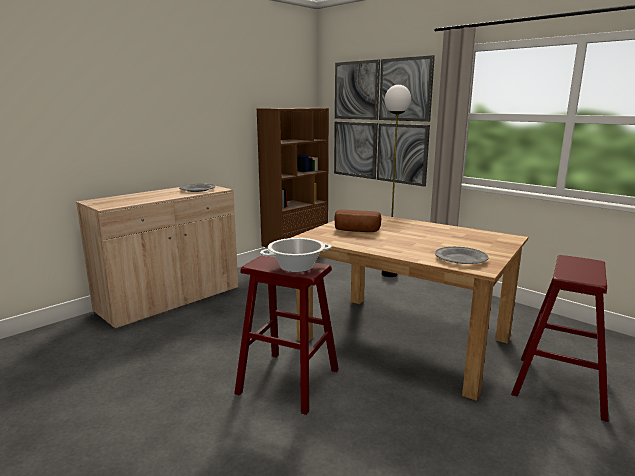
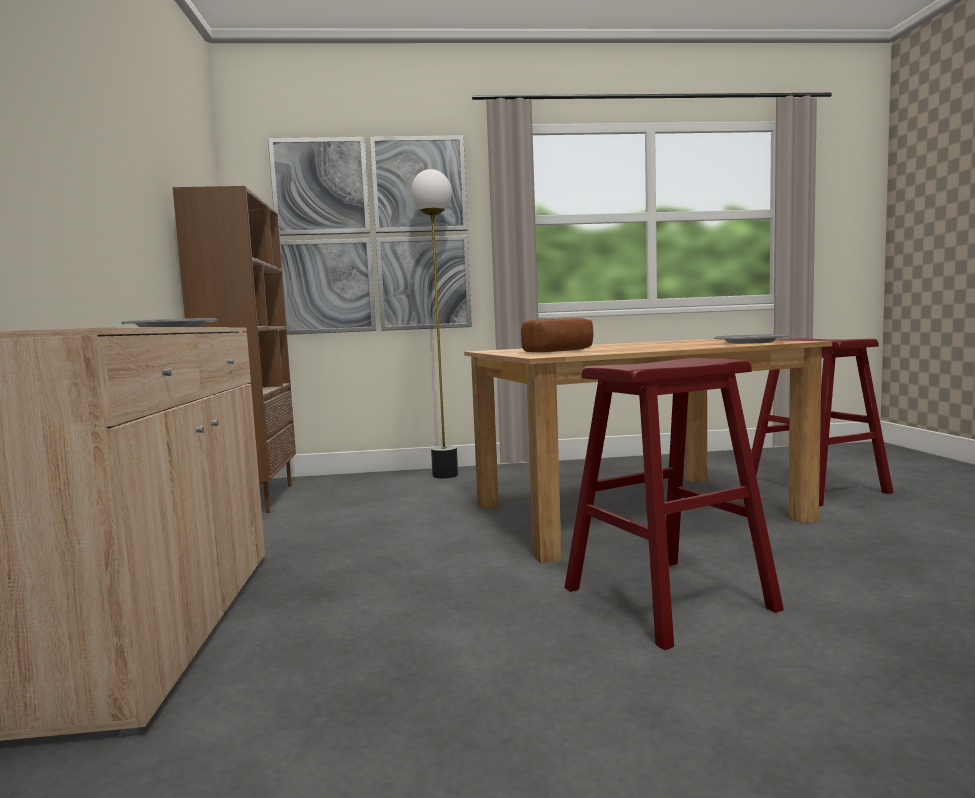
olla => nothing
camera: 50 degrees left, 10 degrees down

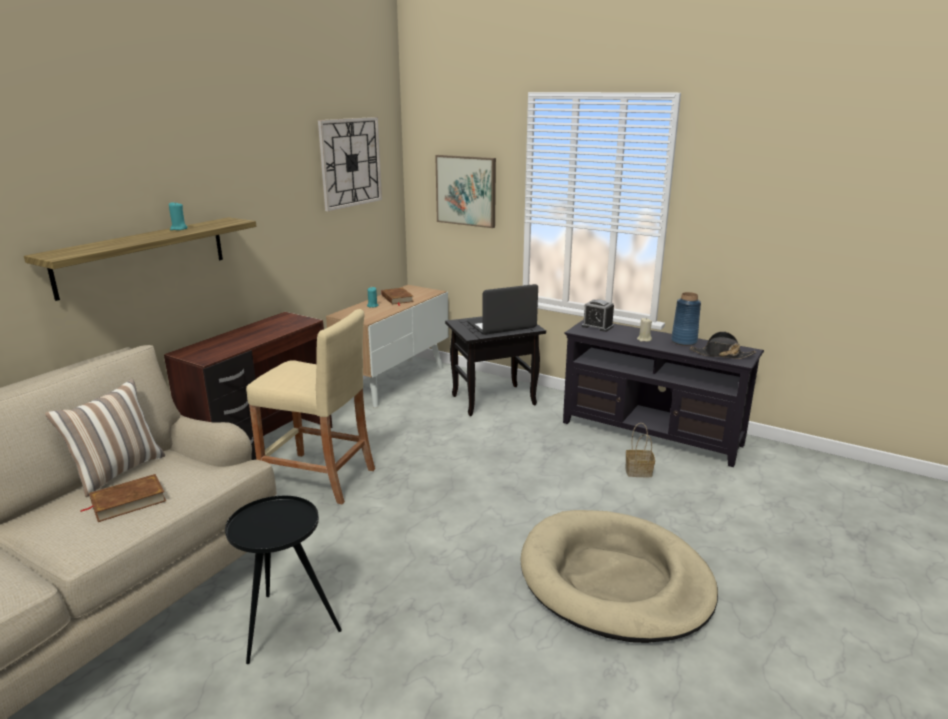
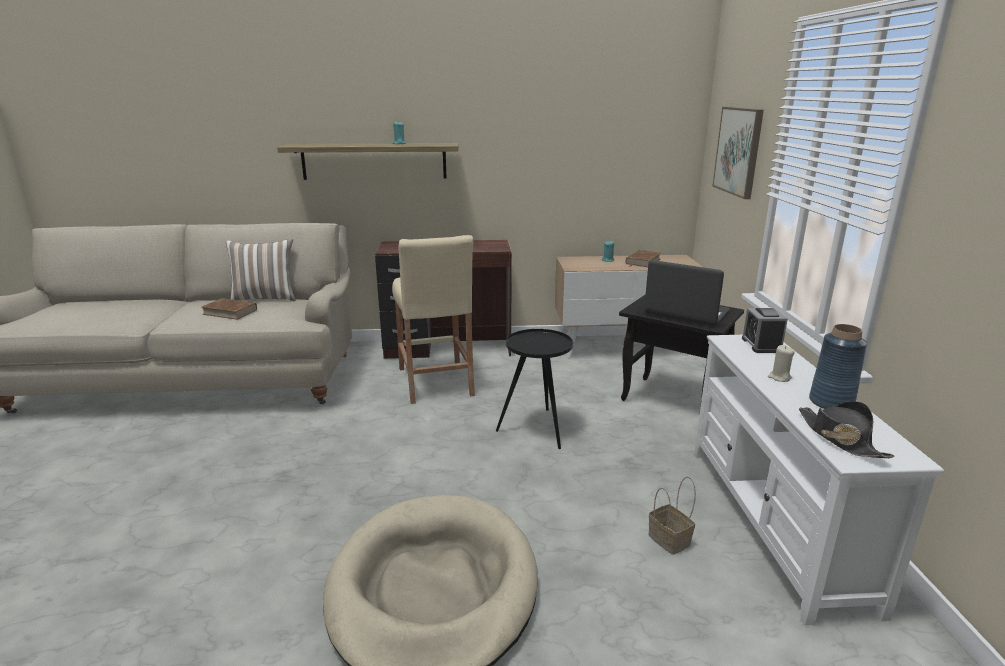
mesa auxiliar [negro] (no. 1 from left), relocated
reloj de pared => nothing
mueble de televisión [negro] => mueble de televisión [blanco]
camera: 55 degrees right, 0 degrees up

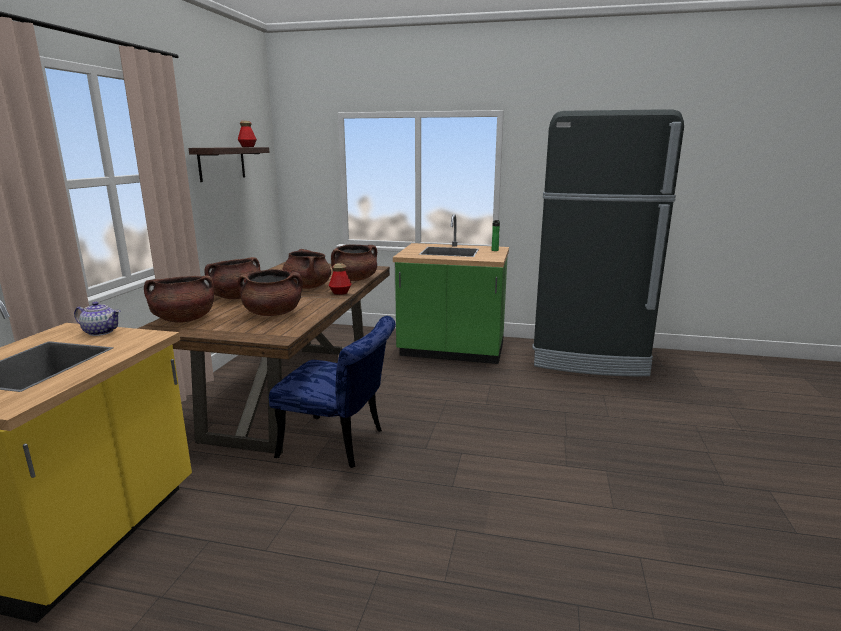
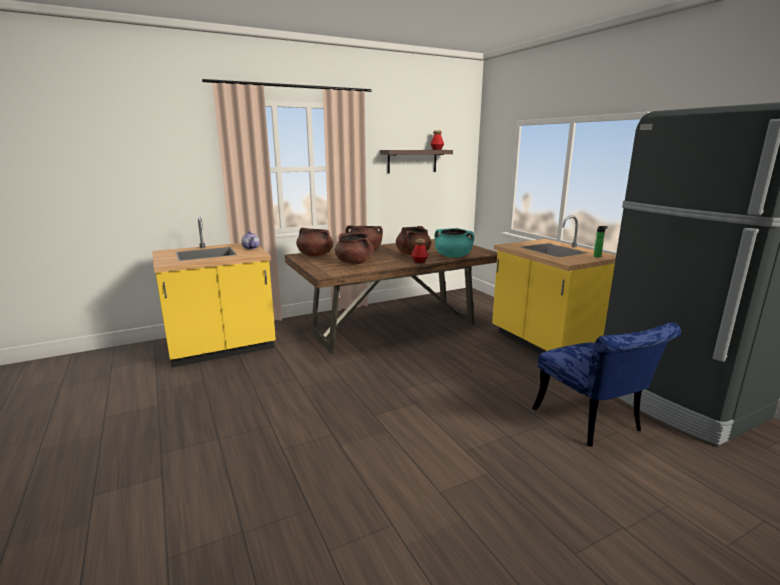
silla [azul], relocated
olla [marrón] (no. 5 from left) => olla [turquesa]
mueble bajo de cocina [verde] => mueble bajo de cocina [amarillo] (no. 2 from left)
camera: 50 degrees right, 0 degrees up

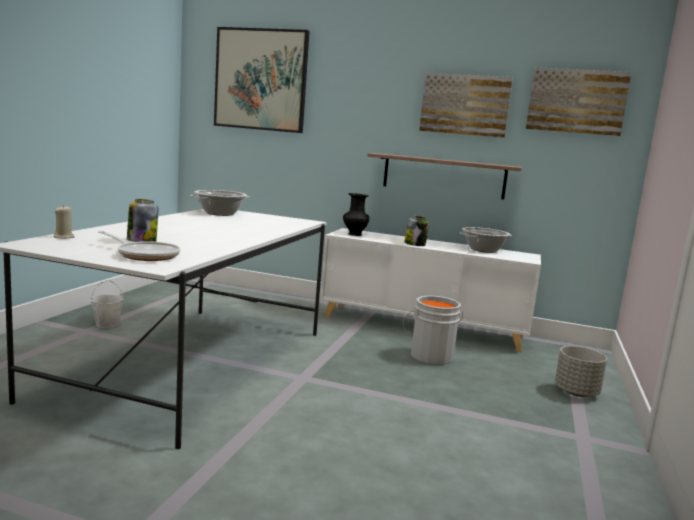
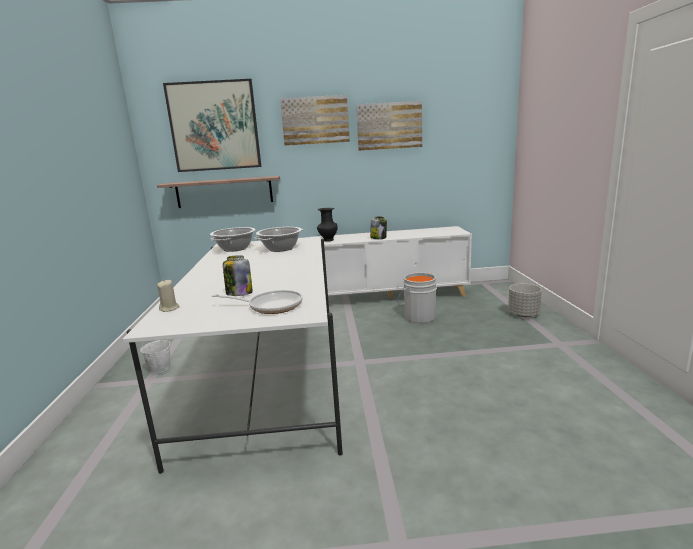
estante, relocated
olla (no. 2 from left), relocated
cuadro (no. 3 from left in the first image) => cuadro (no. 2 from left), relocated
camera: 20 degrees left, 5 degrees up

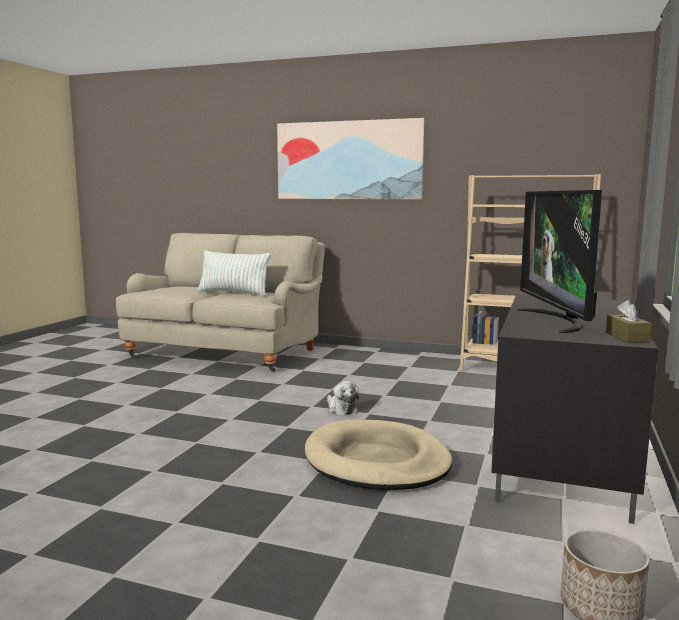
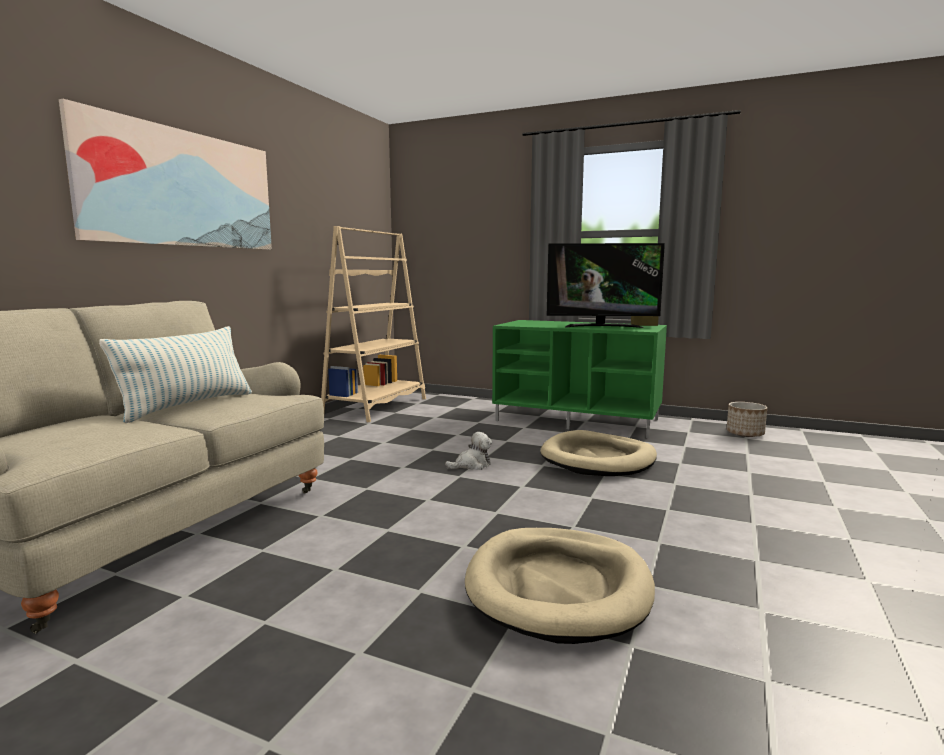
mueble de televisión [negro] => mueble de televisión [verde]
nothing => cama para perro [beis] (no. 1 from left)
camera: 85 degrees left, 0 degrees up

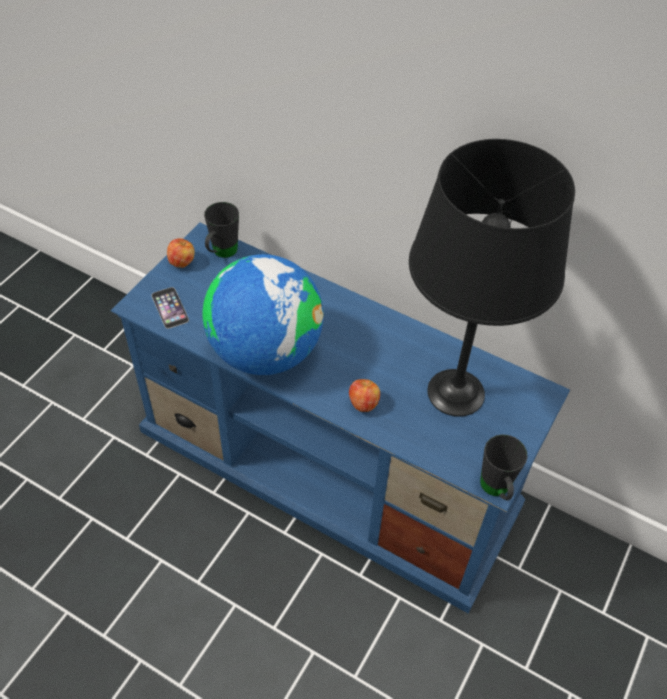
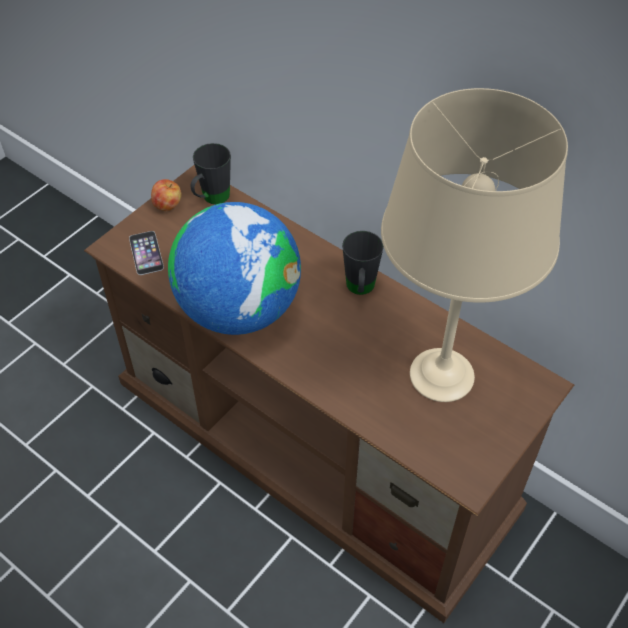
mueble de televisión [azul] => mueble de televisión [marrón]
manzana (no. 2 from left) => nothing
lámpara de mesa [negro] => lámpara de mesa [beis]
taza grande [negro] (no. 2 from left), relocated
camera: 10 degrees right, 0 degrees up

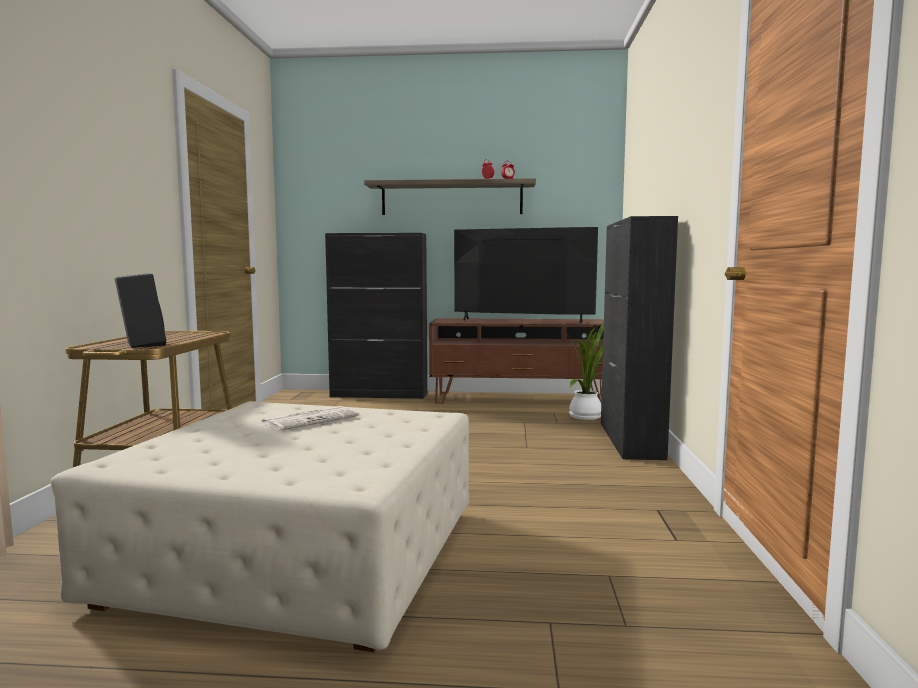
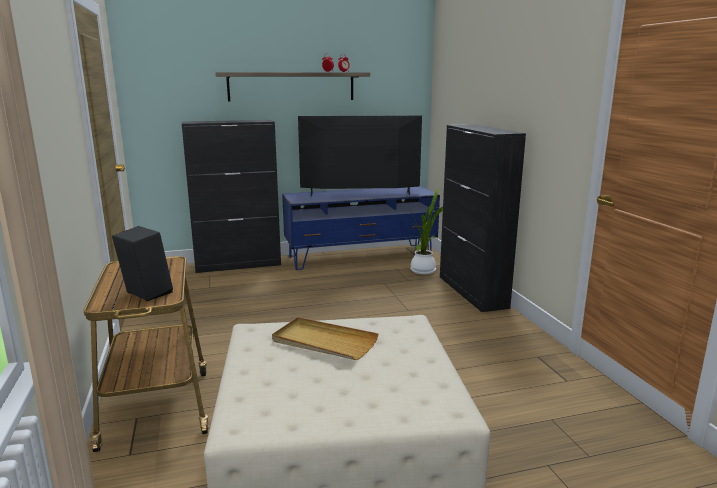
periódico => bandeja [beis]
mueble de televisión [marrón] => mueble de televisión [azul]
camera: 20 degrees left, 10 degrees up

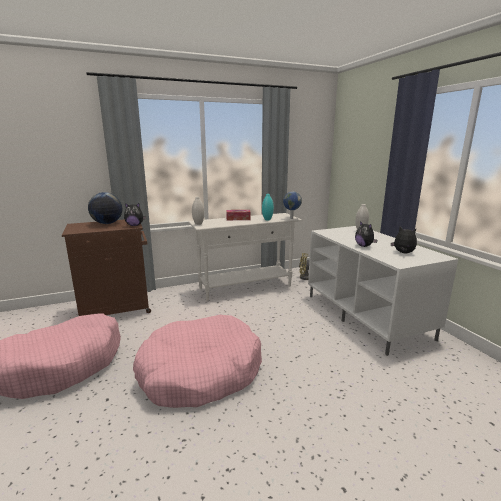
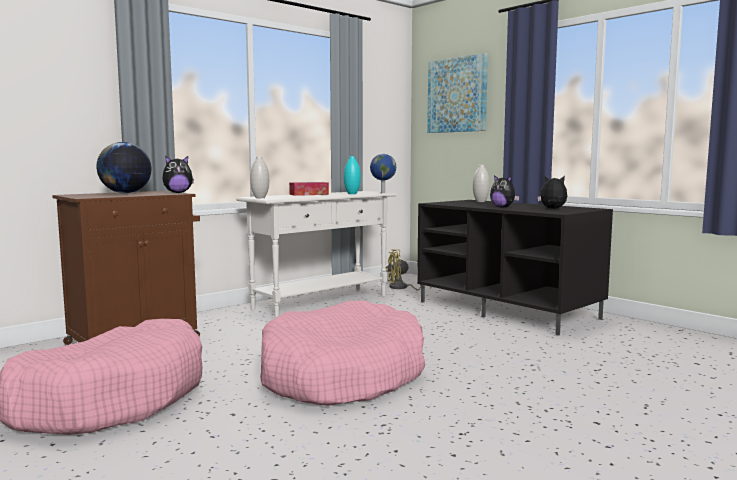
mueble de televisión [blanco] => mueble de televisión [negro]
nothing => cuadro
camera: 20 degrees left, 10 degrees down

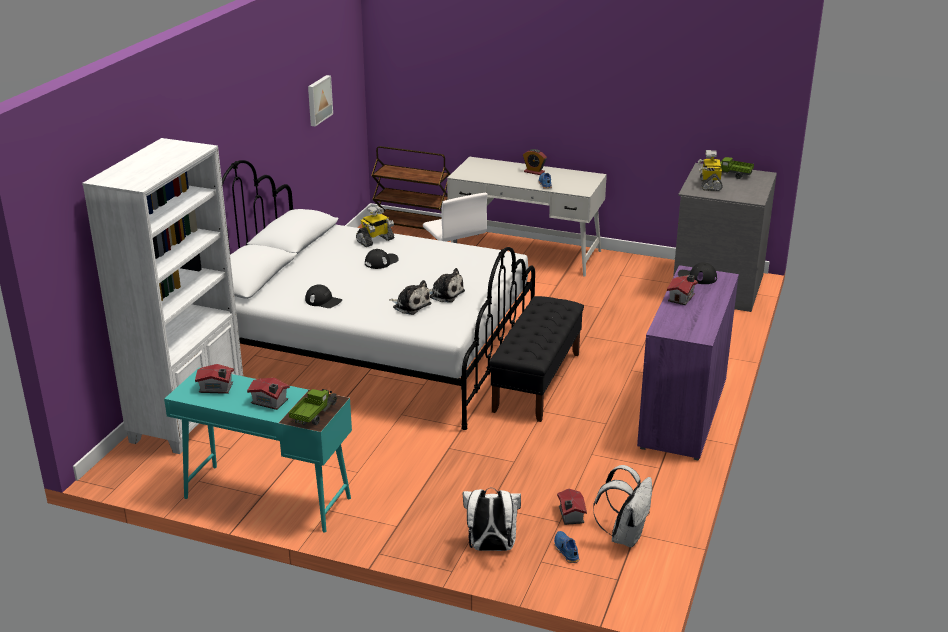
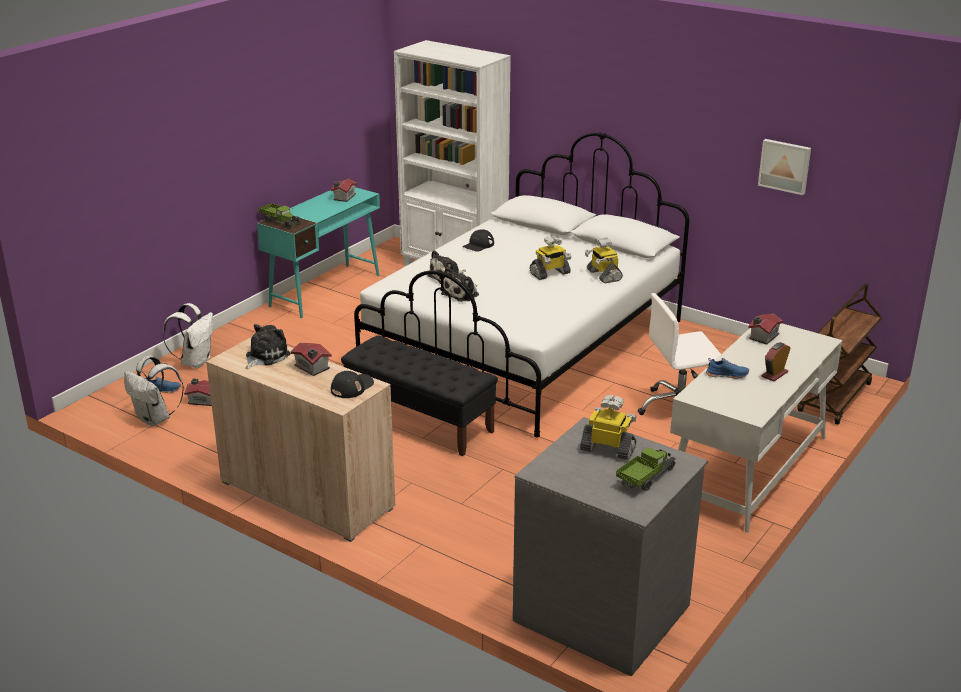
casita (no. 2 from left in the first image) => casita (no. 4 from left), relocated
gorra [negro] (no. 2 from left) => robot de juguete (no. 1 from left)
armario [morado] => armario [beis]
nothing => peluche (no. 1 from left)
camera: 105 degrees right, 0 degrees up

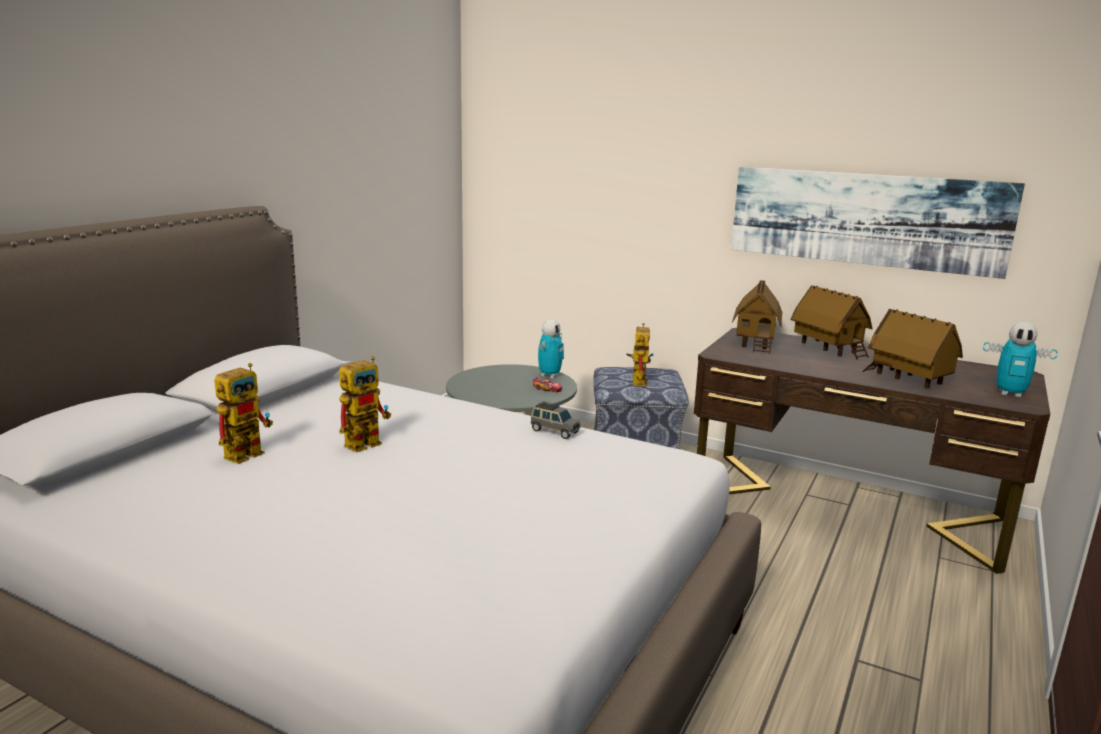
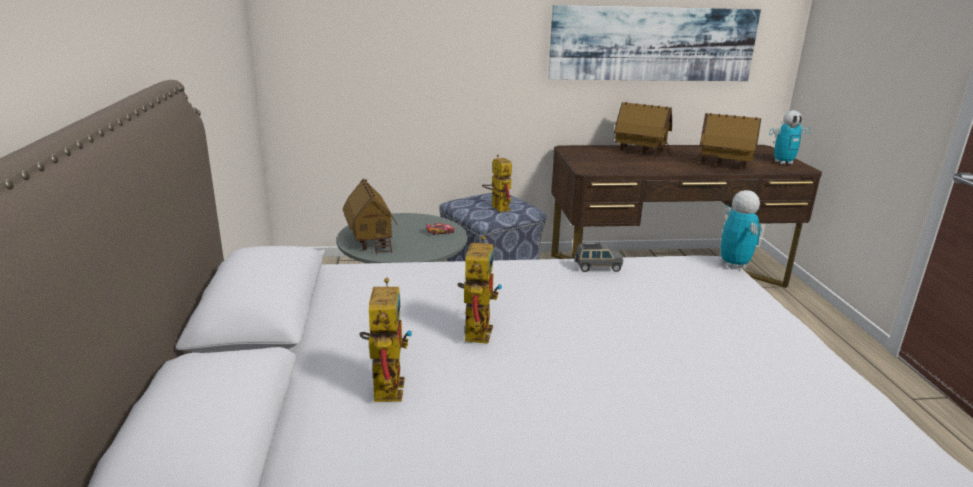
robot de juguete (no. 3 from left in the first image) => robot de juguete (no. 4 from left), relocated
casita (no. 1 from left), relocated
camera: 35 degrees left, 5 degrees up

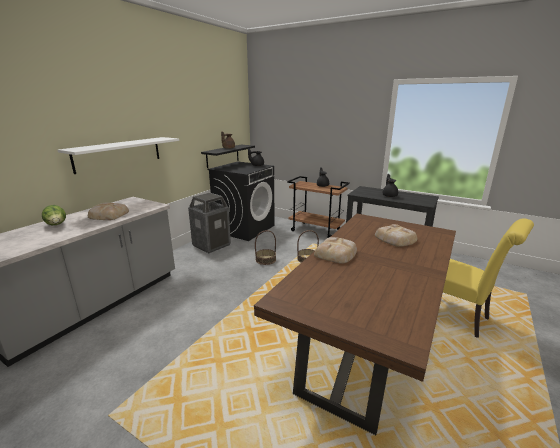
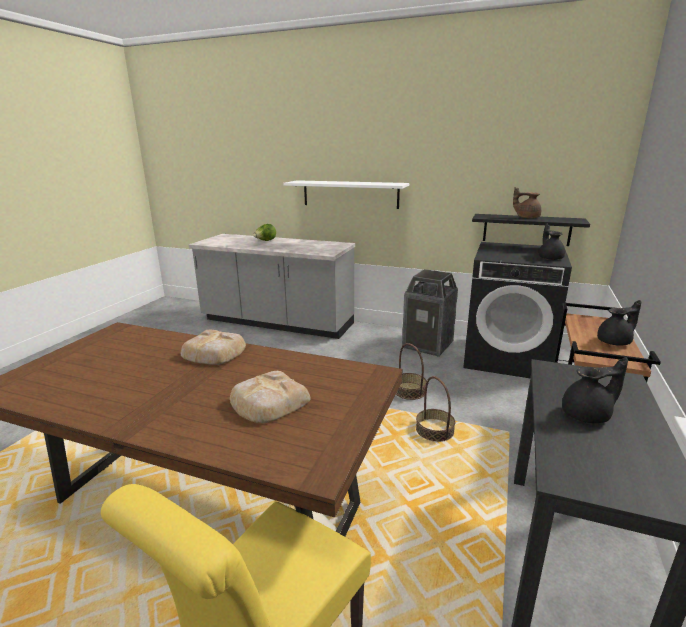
pan (no. 1 from left) => nothing
camera: 80 degrees right, 0 degrees up

